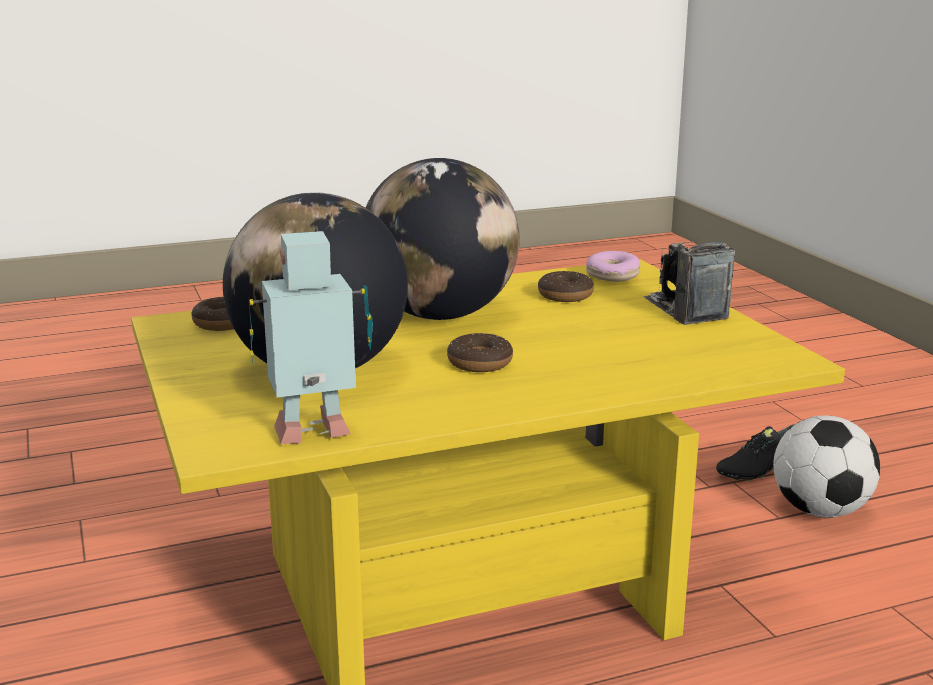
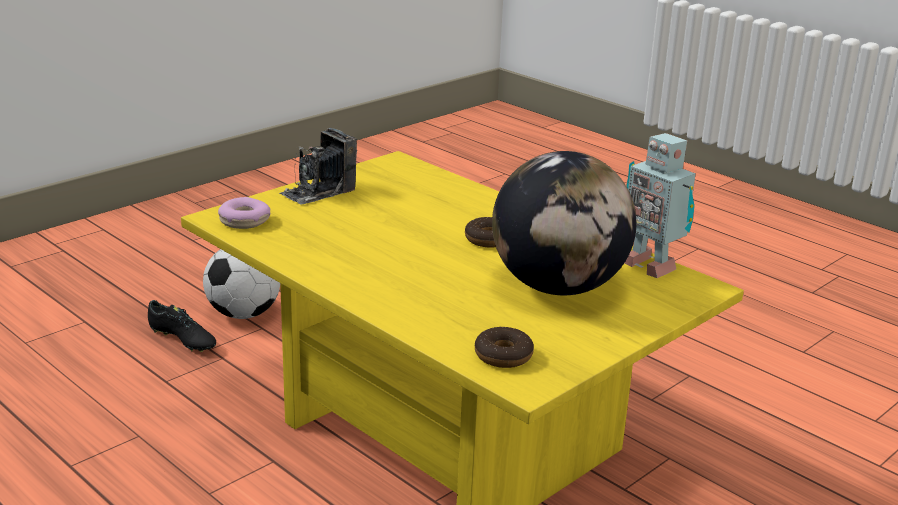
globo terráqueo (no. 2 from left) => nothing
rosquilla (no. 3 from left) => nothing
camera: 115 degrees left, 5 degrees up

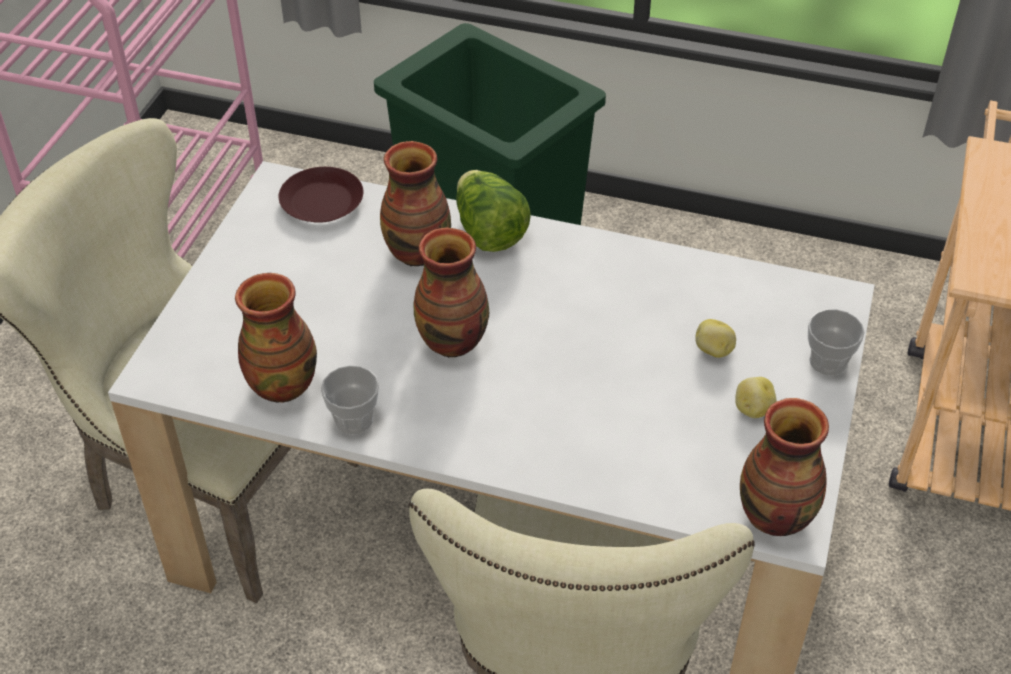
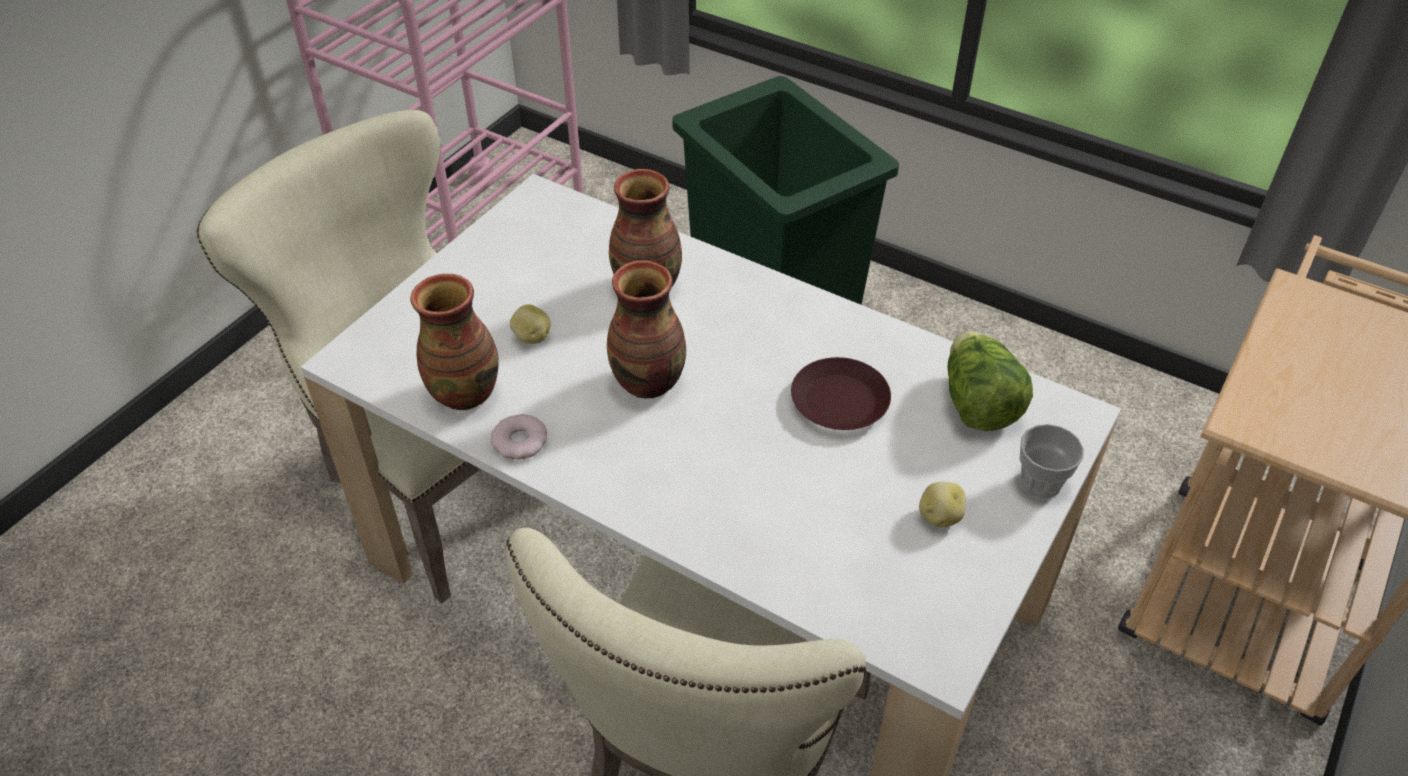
plato [marrón], relocated
taza (no. 1 from left) => rosquilla
lechuga, relocated
patata (no. 1 from left), relocated
florero (no. 4 from left) => nothing
camera: 15 degrees right, 0 degrees up

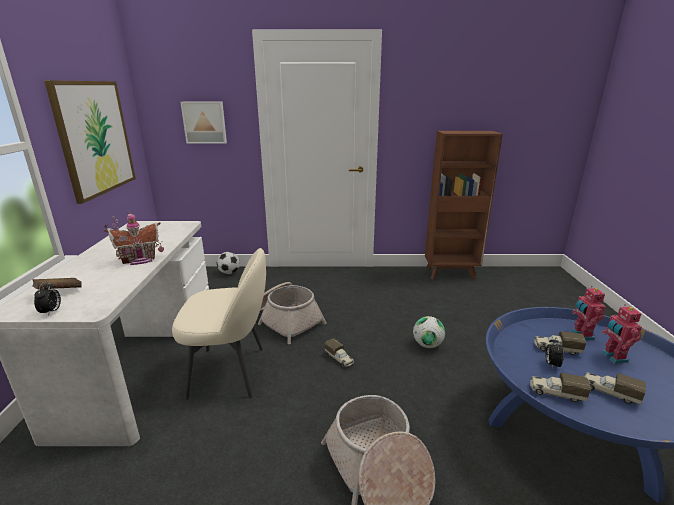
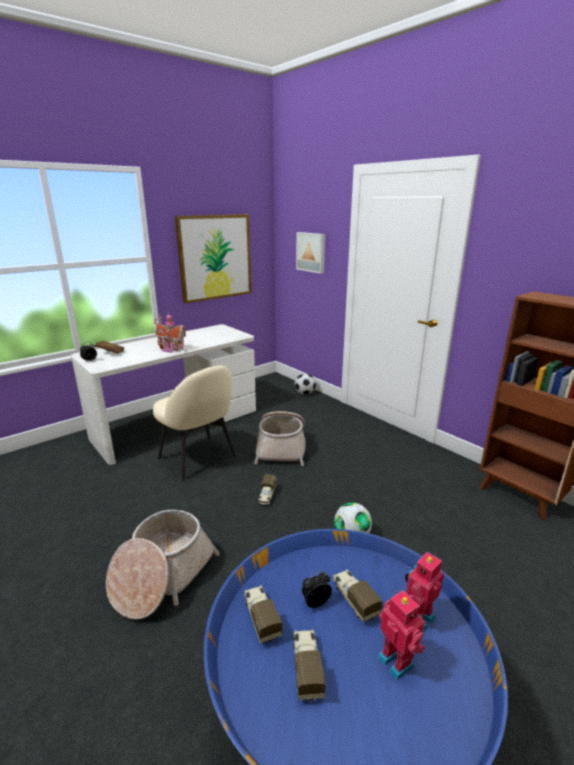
robot de juguete (no. 2 from left in the first image) => robot de juguete (no. 1 from left), 105 degrees clockwise
camera: 50 degrees right, 0 degrees up

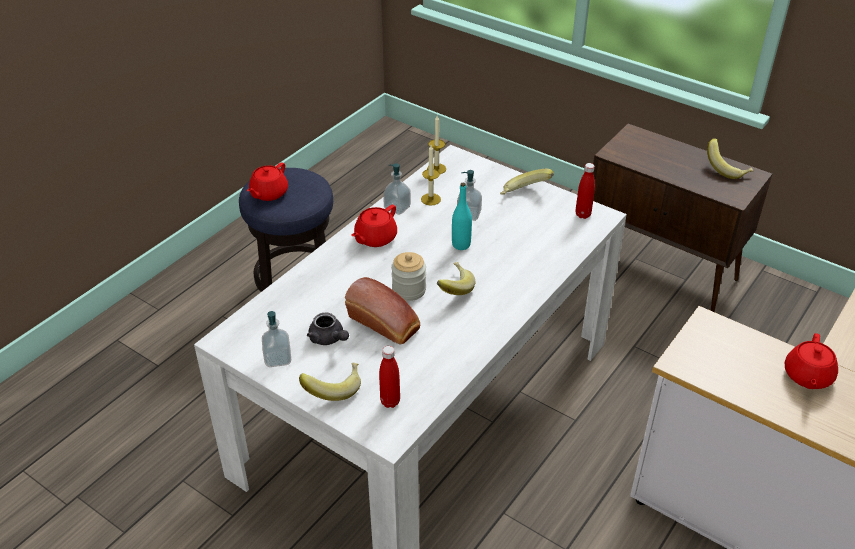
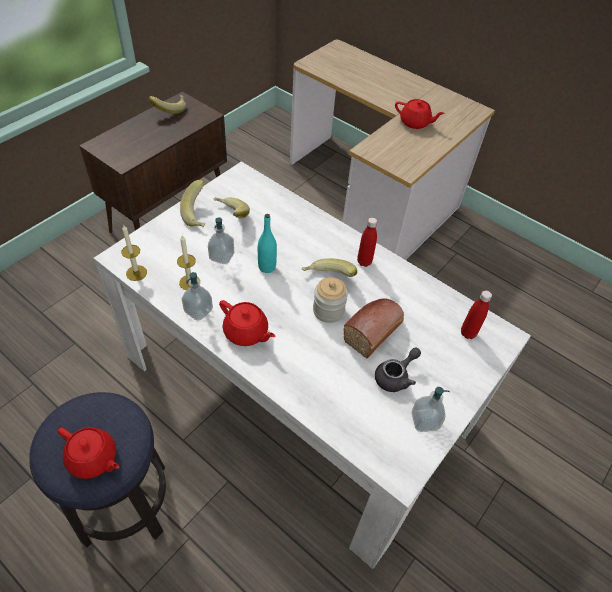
plátano (no. 1 from left in the first image) => plátano (no. 3 from left), relocated
botella [rojo] (no. 2 from left in the first image) => botella [rojo] (no. 1 from left), relocated
camera: 90 degrees left, 10 degrees up

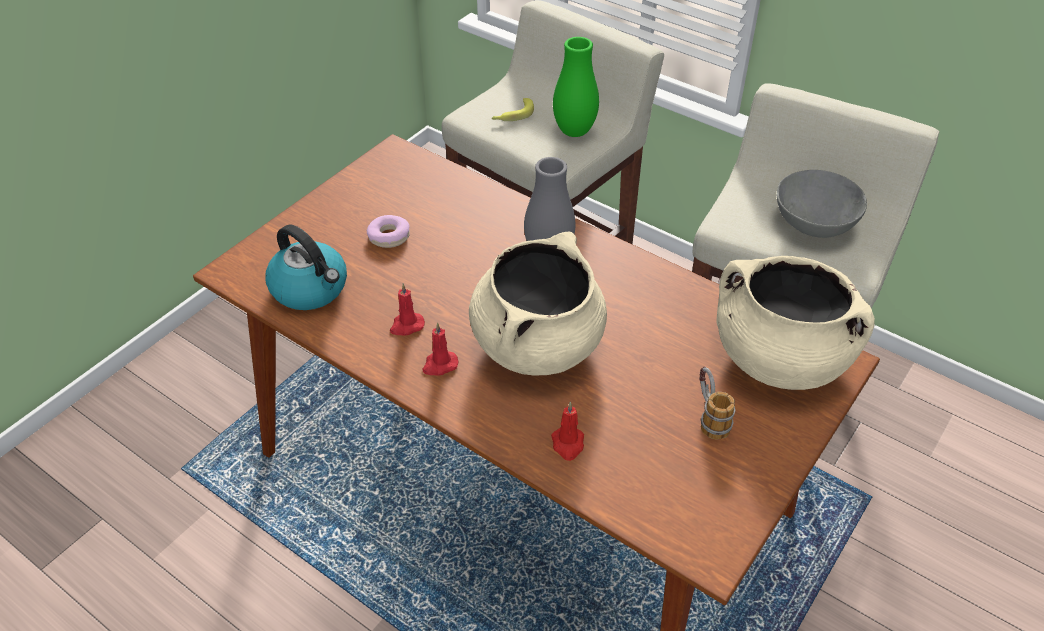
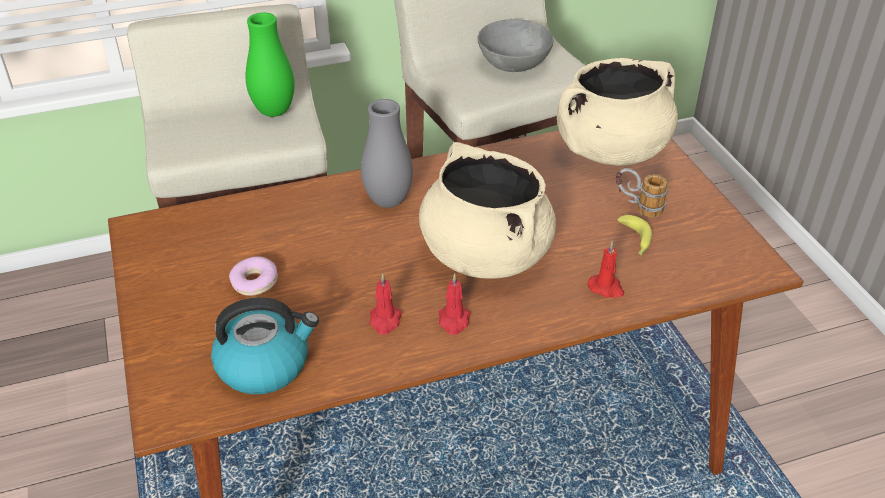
plátano, relocated
camera: 55 degrees left, 5 degrees down

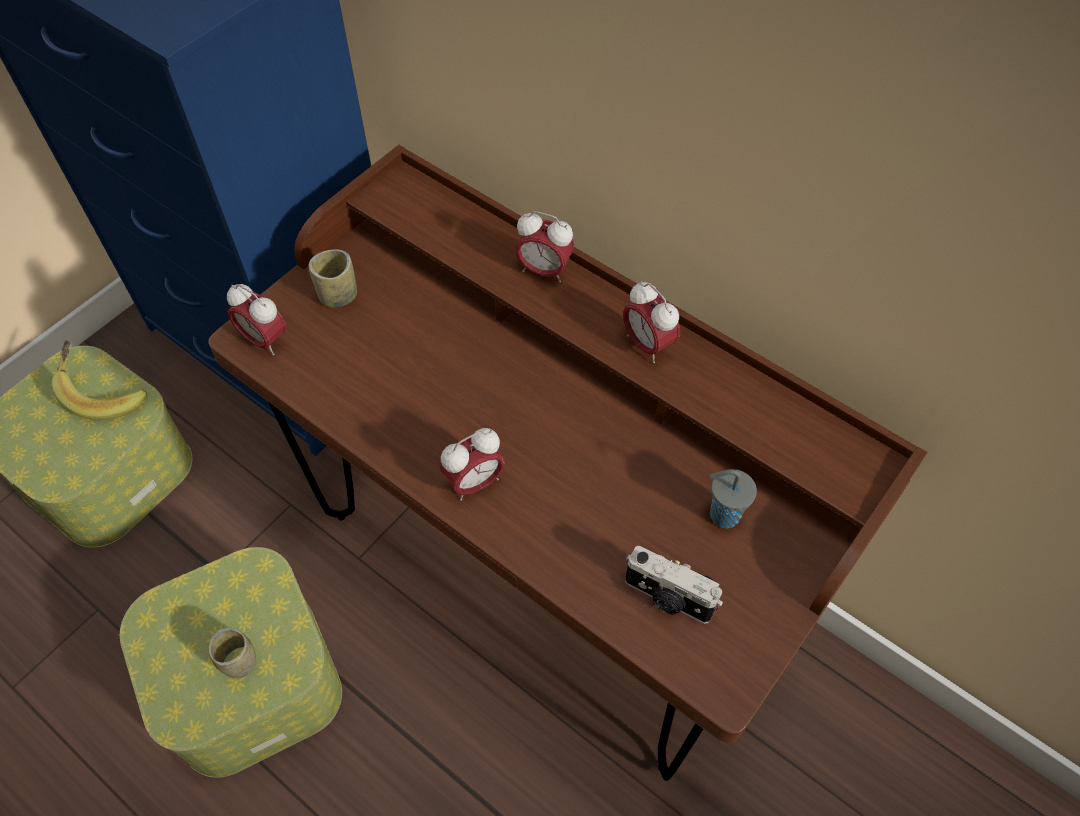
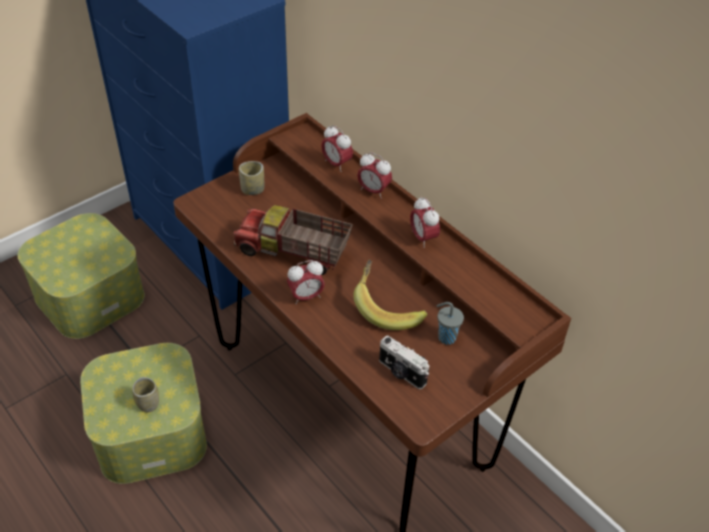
plátano, relocated
despertador (no. 1 from left in the first image) => despertador (no. 2 from left), relocated
nothing => camión de juguete
camera: 10 degrees right, 10 degrees down

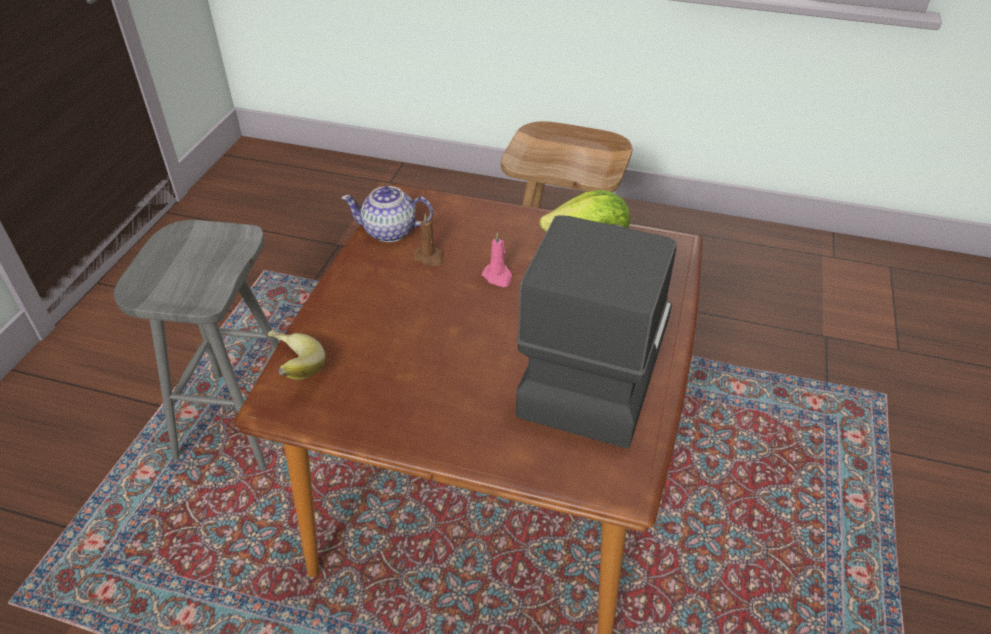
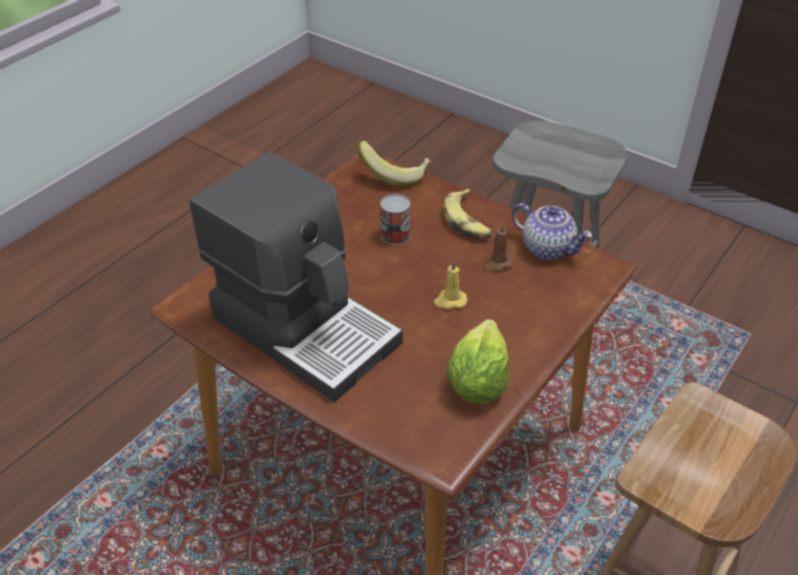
tetera, 105 degrees clockwise
vela [rosa] => vela [amarillo]
nothing => lata
nothing => plátano (no. 2 from left)
camera: 110 degrees right, 0 degrees up

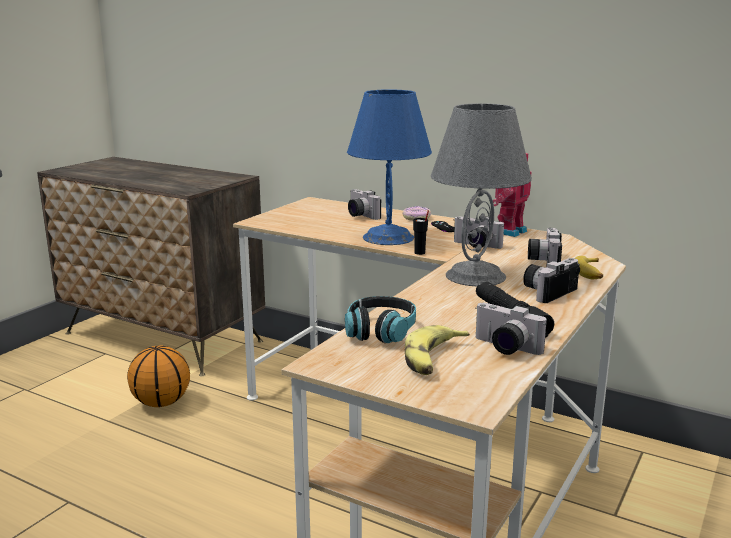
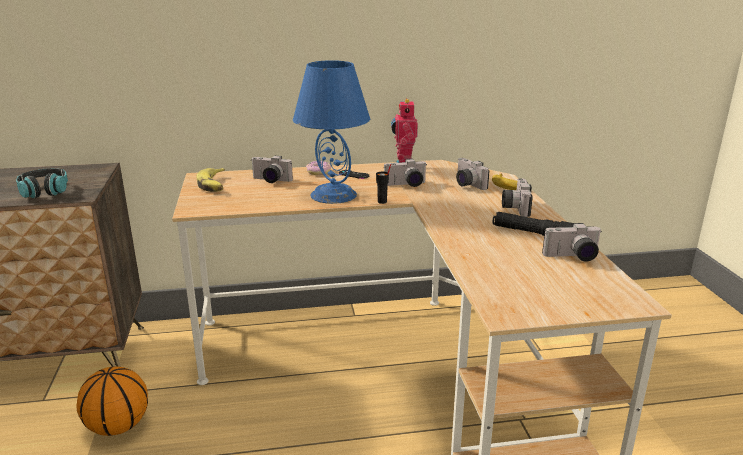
auriculares, relocated
plátano (no. 1 from left), relocated
lámpara de mesa [gris] => nothing
camera: 40 degrees left, 5 degrees up

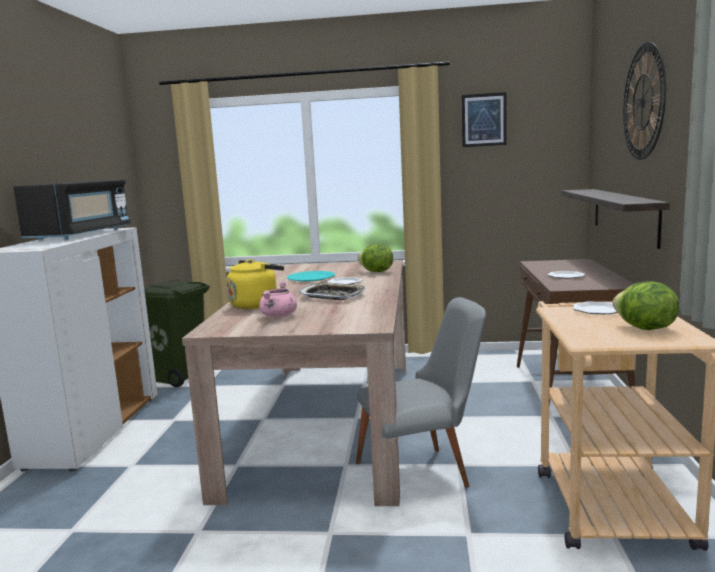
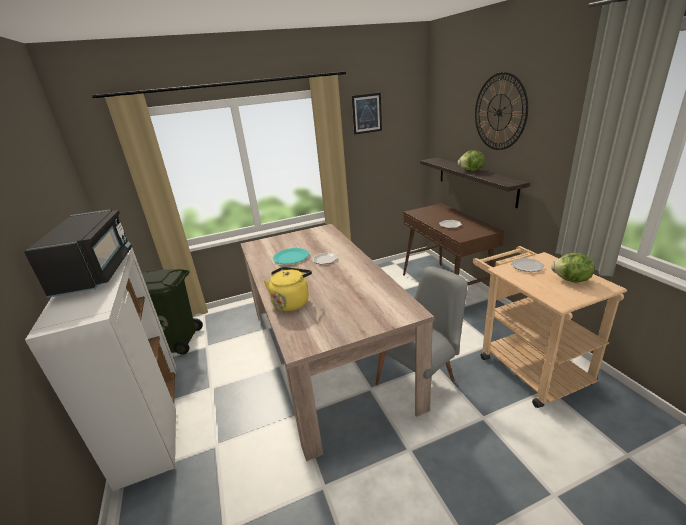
olla [rosa] => nothing
bandeja => nothing
lechuga (no. 1 from left), relocated
camera: 25 degrees left, 15 degrees up

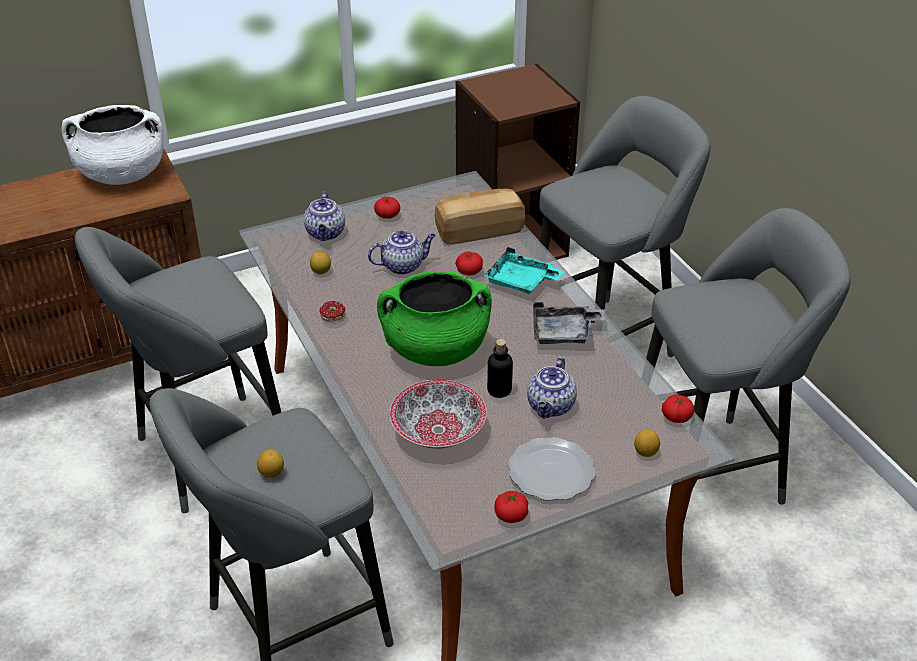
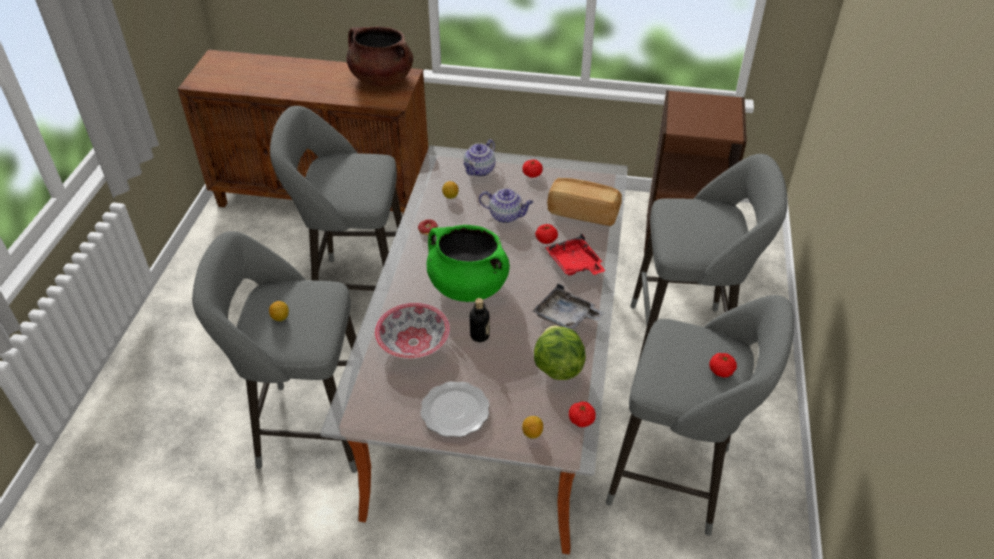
olla [blanco] => olla [marrón]
bandeja [turquesa] => bandeja [rojo]
tomate (no. 3 from left in the first image) => tomate (no. 4 from left), relocated
tetera (no. 3 from left) => nothing
nothing => lechuga
camera: 35 degrees right, 5 degrees up

